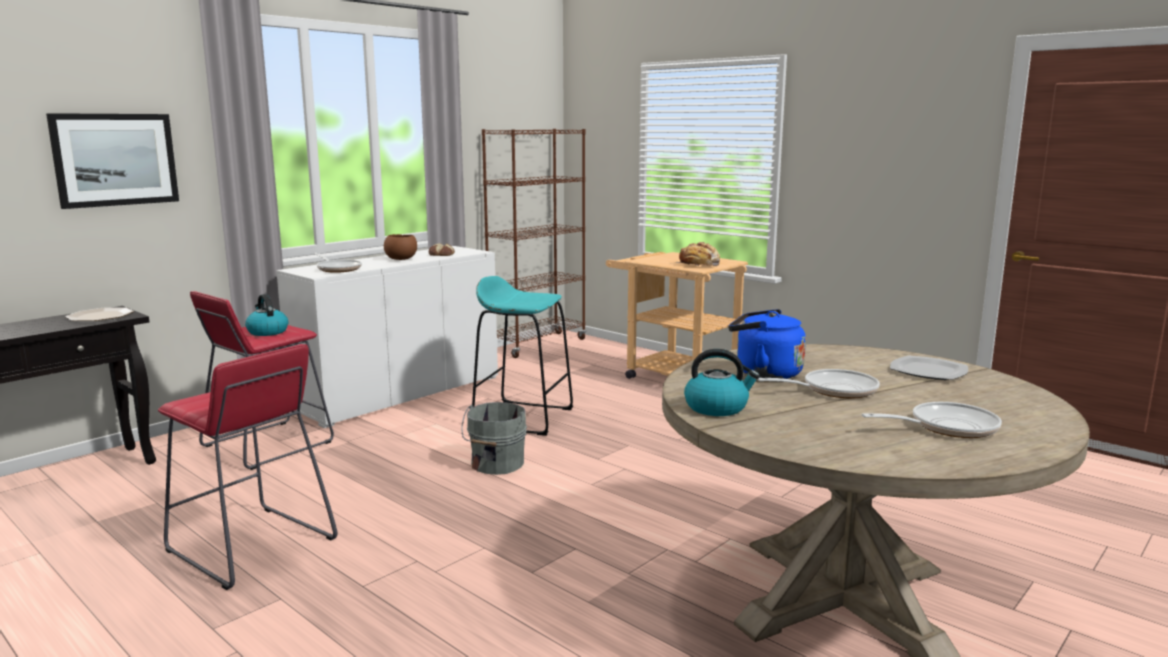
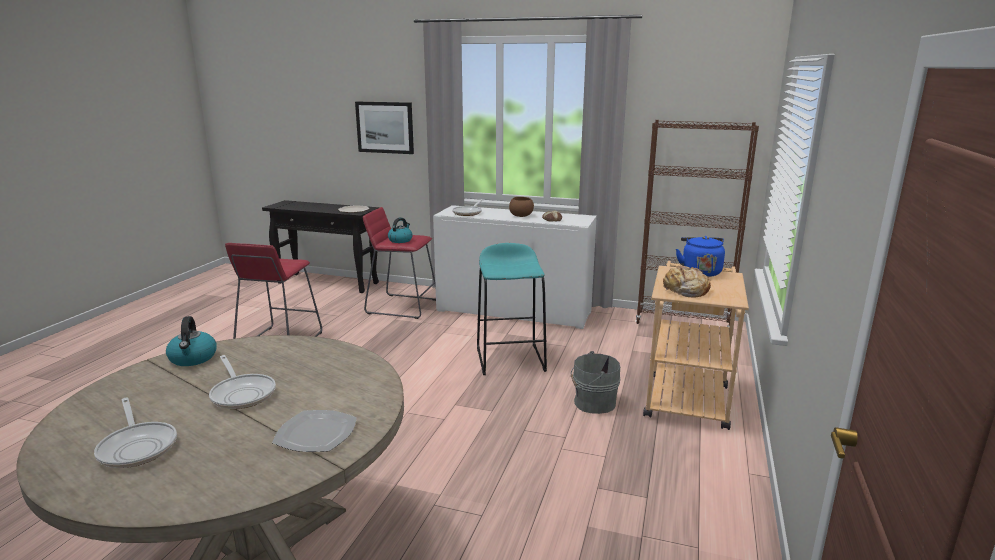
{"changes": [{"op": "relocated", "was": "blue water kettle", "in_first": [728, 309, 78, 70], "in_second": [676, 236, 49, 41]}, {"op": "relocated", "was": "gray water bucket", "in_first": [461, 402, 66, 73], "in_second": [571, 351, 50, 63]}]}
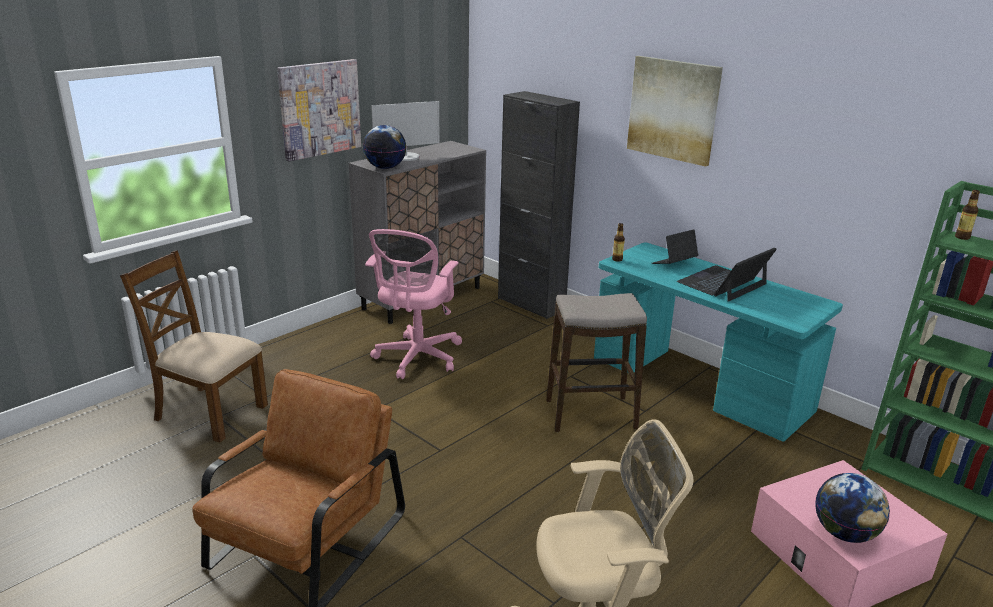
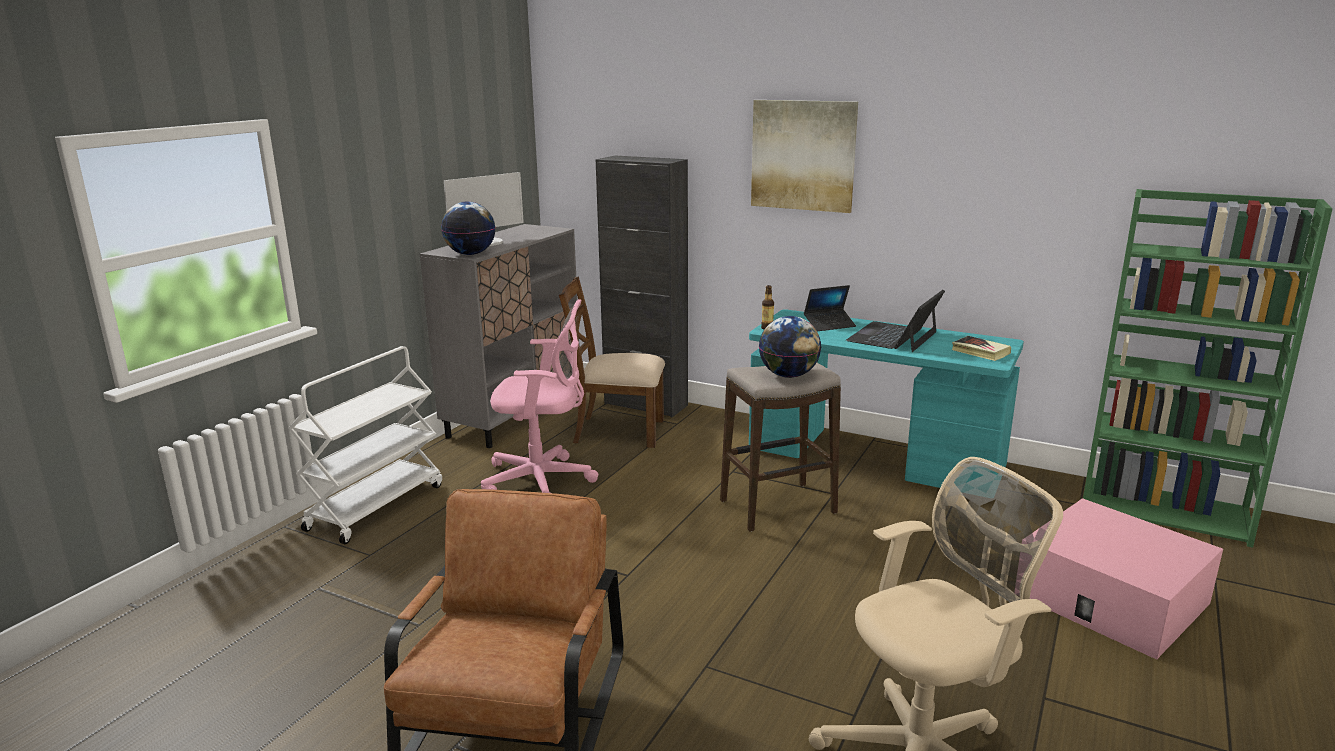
{"changes": [{"op": "missing", "was": "picture", "in_first": [277, 59, 84, 102]}, {"op": "missing", "was": "drink bottle", "in_first": [955, 190, 25, 50]}, {"op": "spun", "was": "pink-coloured office chair", "in_first": [365, 229, 97, 150], "in_second": [481, 299, 117, 194], "clockwise": -90}, {"op": "spun", "was": "notebook computer", "in_first": [652, 229, 47, 35], "in_second": [804, 285, 52, 46], "clockwise": -150}, {"op": "relocated", "was": "brownish plain chair", "in_first": [120, 250, 148, 192], "in_second": [559, 276, 106, 172]}, {"op": "relocated", "was": "desk globe", "in_first": [815, 473, 75, 70], "in_second": [759, 316, 62, 62]}, {"op": "appeared", "now": "bound book", "in_second": [952, 336, 59, 25]}, {"op": "appeared", "now": "white-coloured wheeled cart", "in_second": [288, 346, 154, 198]}]}
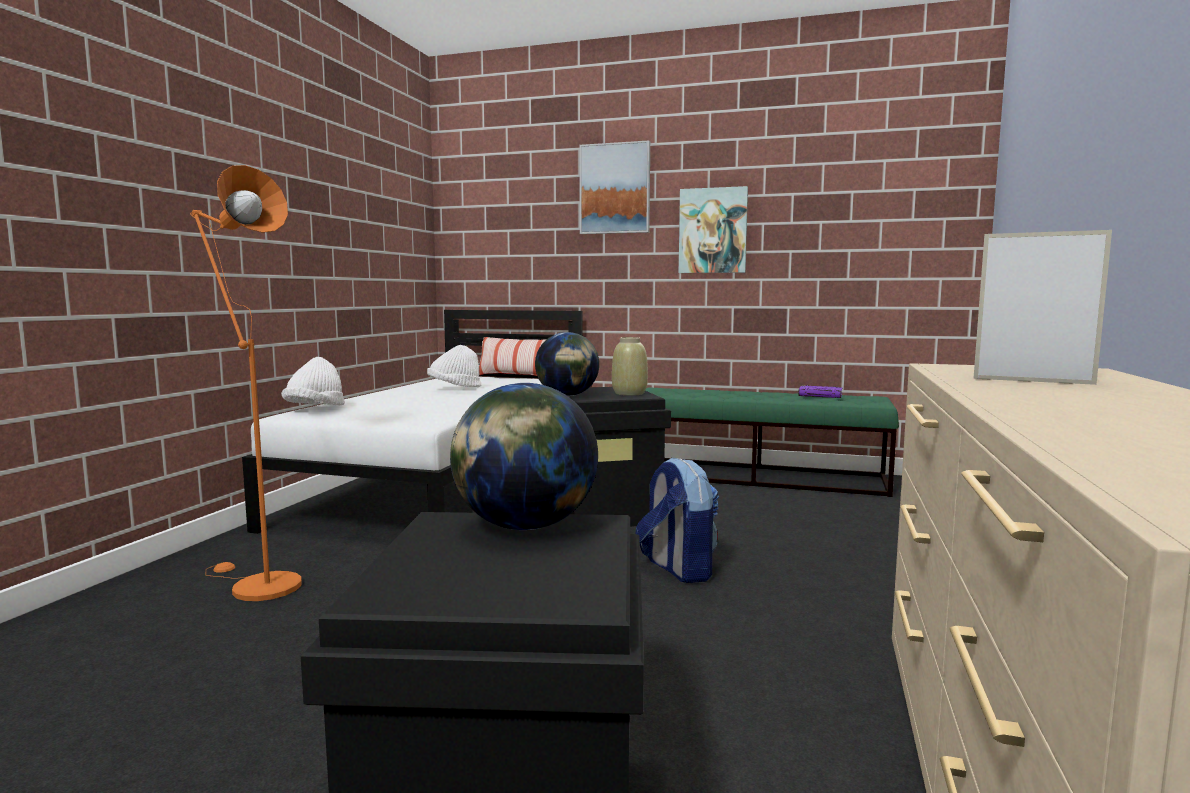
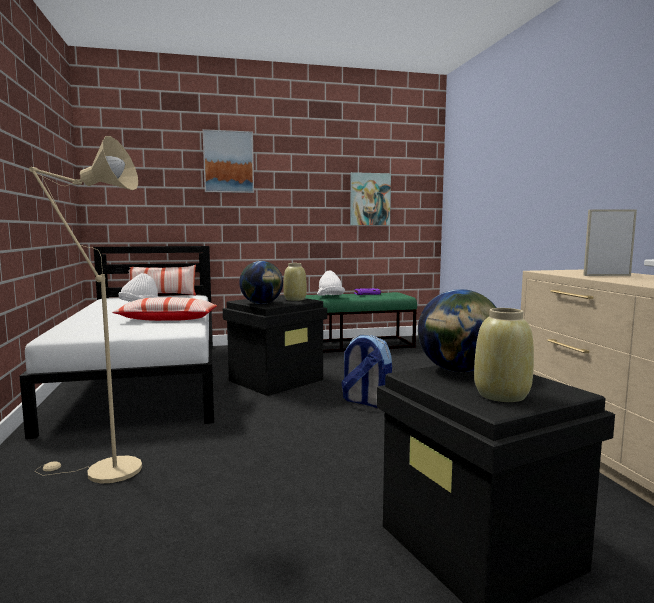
{"changes": [{"op": "colour", "was": "orange-coloured standard lamp", "now": "beige-coloured standard lamp", "in_first": [190, 165, 112, 436], "in_second": [29, 136, 113, 348]}, {"op": "relocated", "was": "picture", "in_first": [679, 186, 69, 87], "in_second": [350, 172, 41, 53]}, {"op": "relocated", "was": "white-coloured clothing hat", "in_first": [281, 357, 64, 48], "in_second": [317, 271, 28, 25]}, {"op": "appeared", "now": "cushion", "in_second": [112, 297, 105, 24]}, {"op": "appeared", "now": "beige-coloured flower vase", "in_second": [474, 308, 60, 94]}]}
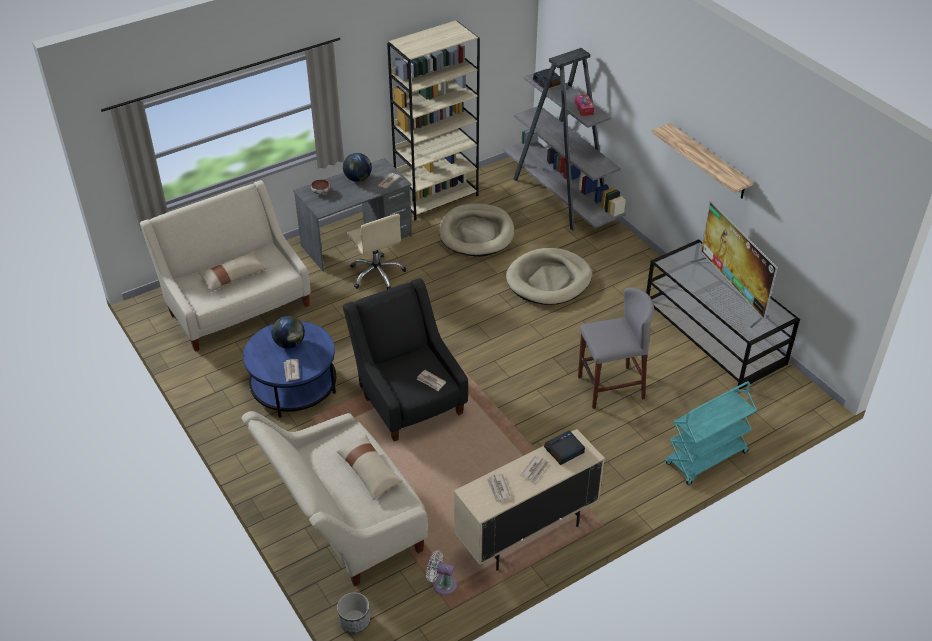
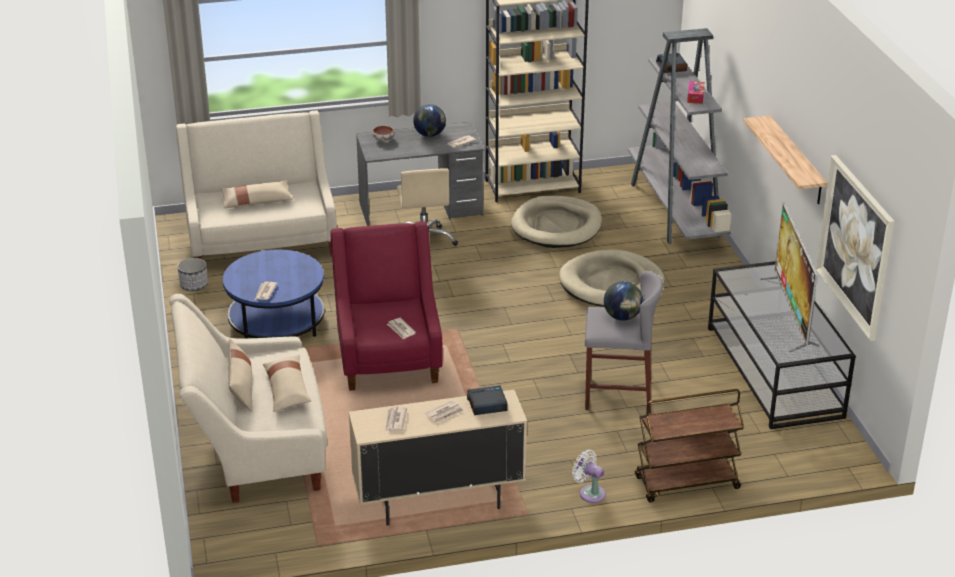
{"changes": [{"op": "colour", "was": "black-coloured lounge chair", "now": "red-coloured lounge chair", "in_first": [343, 278, 125, 163], "in_second": [331, 222, 112, 169]}, {"op": "relocated", "was": "desk globe", "in_first": [272, 316, 33, 33], "in_second": [604, 281, 39, 40]}, {"op": "colour", "was": "blue-green wheeled cart", "now": "brownish wheeled cart", "in_first": [665, 381, 92, 104], "in_second": [635, 389, 109, 113]}, {"op": "relocated", "was": "white-coloured cooling fan", "in_first": [426, 550, 31, 45], "in_second": [572, 450, 34, 53]}, {"op": "relocated", "was": "plant pot", "in_first": [337, 592, 33, 41], "in_second": [177, 258, 31, 33]}, {"op": "appeared", "now": "picture", "in_second": [815, 155, 80, 186]}, {"op": "appeared", "now": "beige-coloured cushion", "in_second": [229, 338, 23, 74]}]}
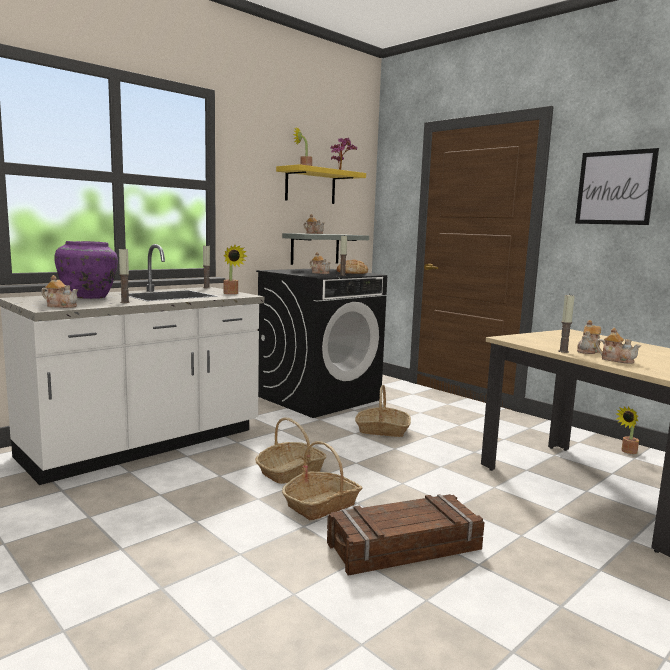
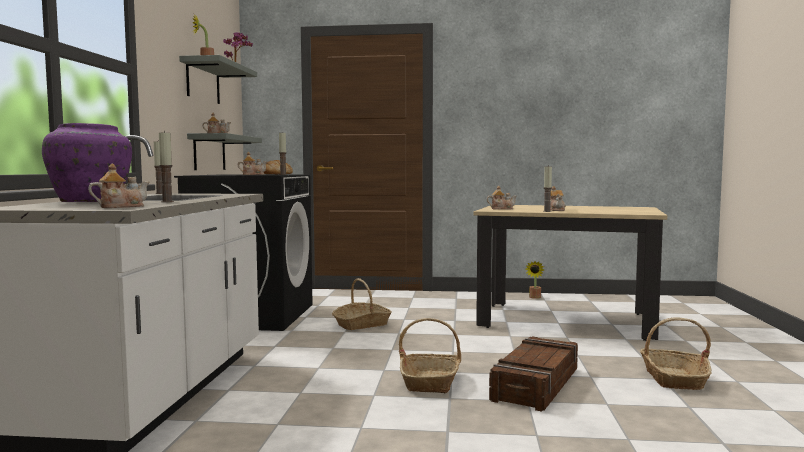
{"changes": [{"op": "missing", "was": "picture", "in_first": [575, 148, 84, 77]}, {"op": "colour", "was": "yellow-coloured wall shelf", "now": "gray wall shelf", "in_first": [276, 164, 90, 40], "in_second": [179, 55, 78, 49]}, {"op": "missing", "was": "houseplant", "in_first": [223, 245, 24, 49]}, {"op": "relocated", "was": "tea pot", "in_first": [596, 327, 45, 37], "in_second": [487, 186, 30, 24]}, {"op": "relocated", "was": "storage basket", "in_first": [255, 417, 71, 67], "in_second": [640, 317, 72, 73]}]}
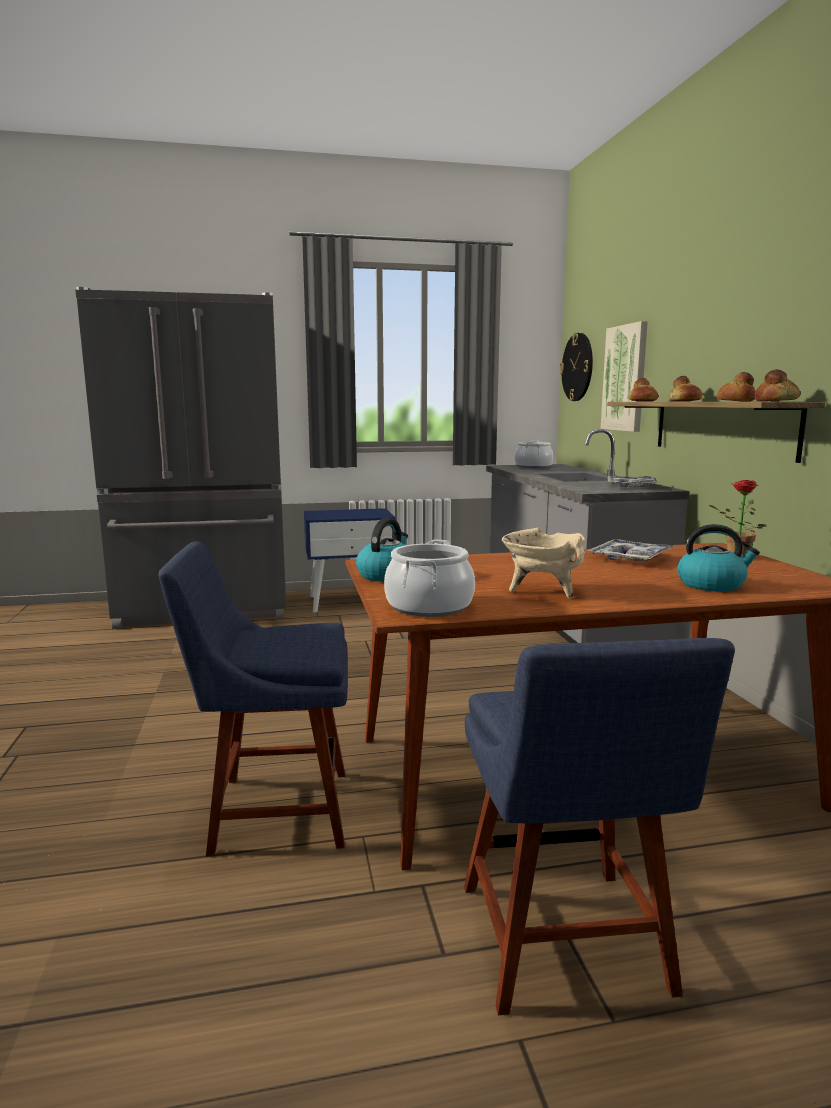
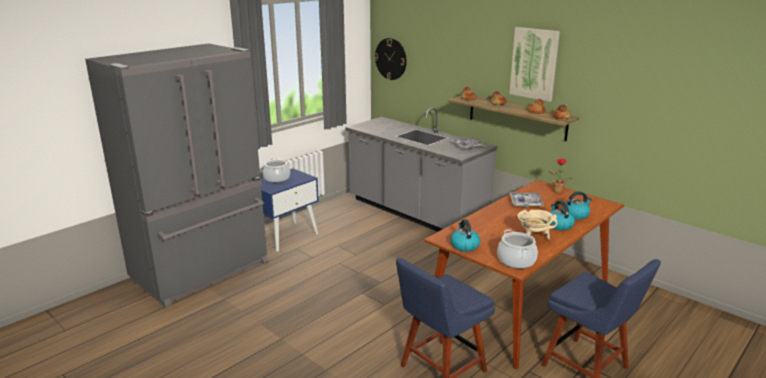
{"changes": [{"op": "relocated", "was": "picture", "in_first": [601, 321, 47, 111], "in_second": [509, 27, 51, 75]}, {"op": "relocated", "was": "stockpot", "in_first": [514, 441, 39, 27], "in_second": [263, 158, 27, 25]}, {"op": "appeared", "now": "water kettle", "in_second": [550, 200, 25, 30]}]}
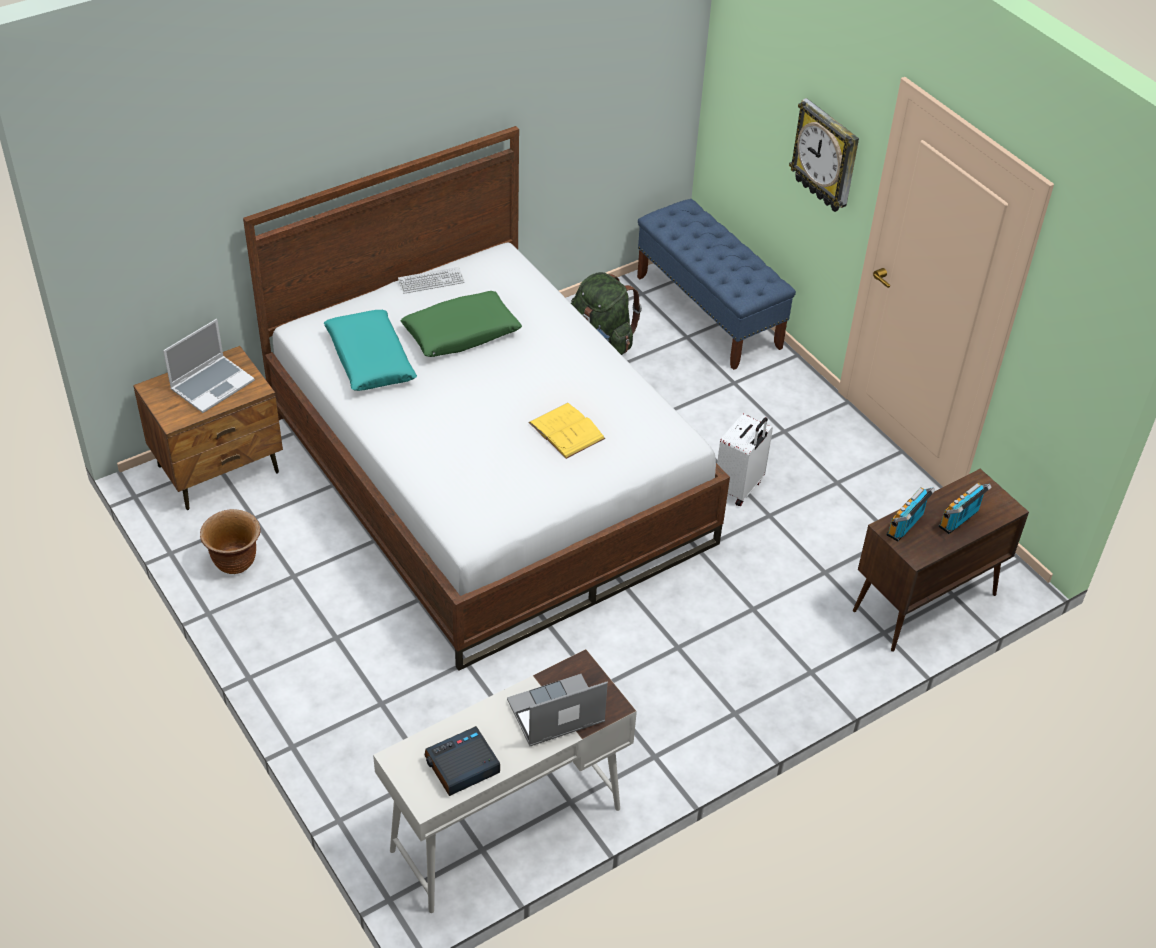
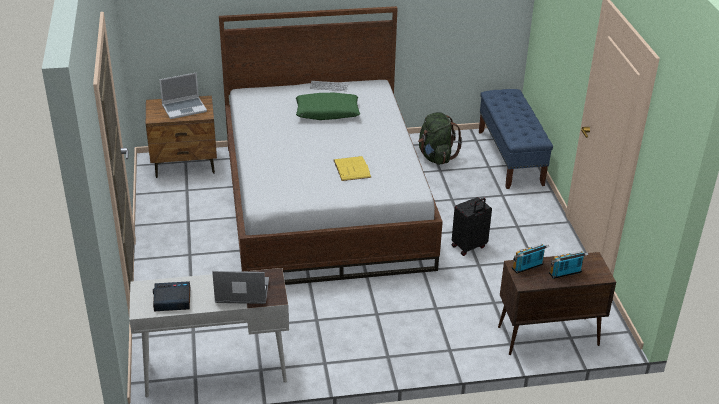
{"changes": [{"op": "missing", "was": "hanging clock", "in_first": [789, 98, 70, 114]}, {"op": "missing", "was": "blue-green cushion", "in_first": [324, 310, 93, 81]}, {"op": "colour", "was": "white-coloured piece of luggage", "now": "black-coloured piece of luggage", "in_first": [717, 413, 56, 93], "in_second": [452, 197, 40, 59]}, {"op": "missing", "was": "brownish plant pot", "in_first": [200, 509, 60, 65]}]}
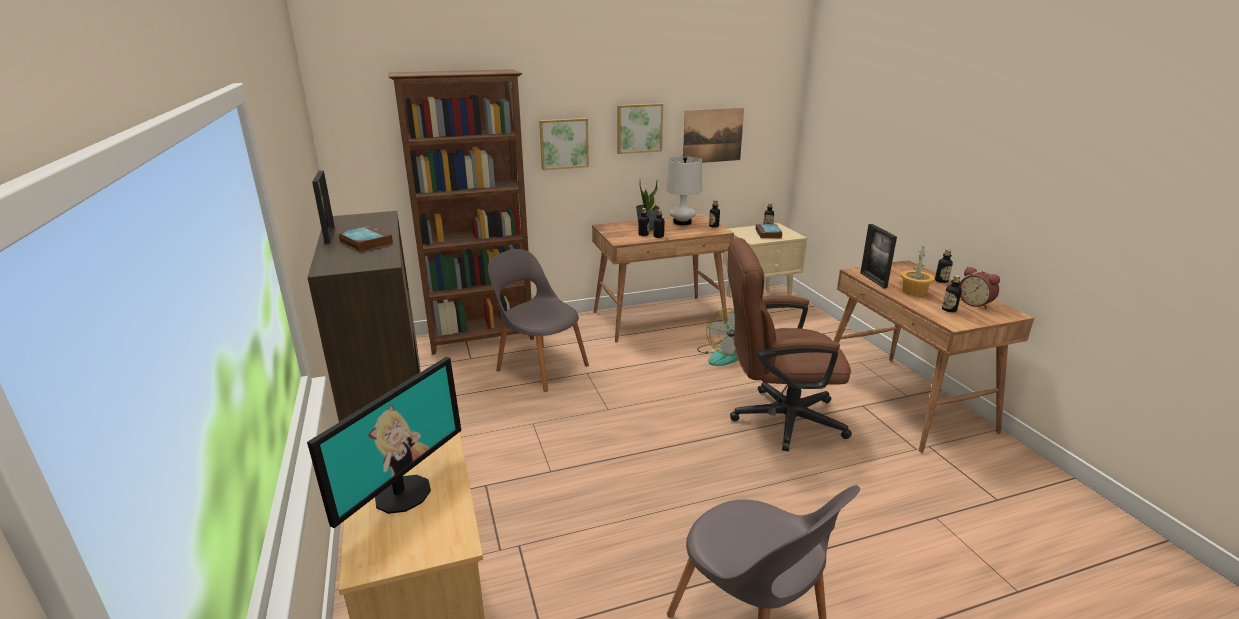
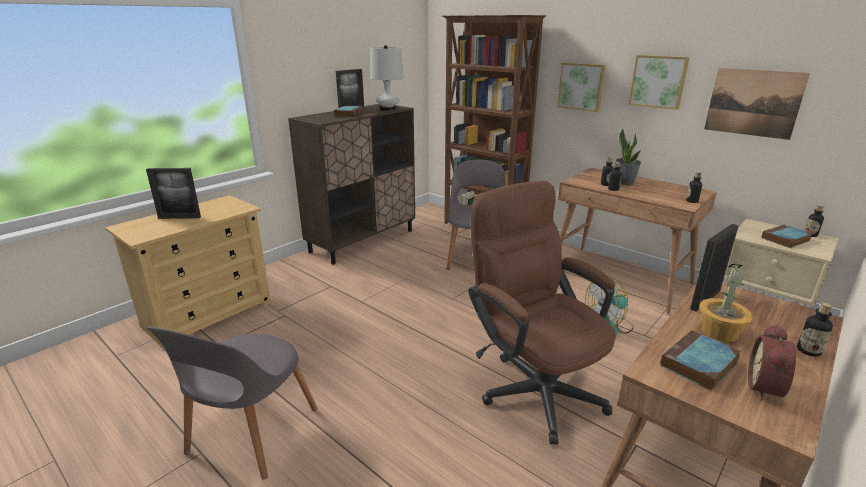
{"changes": [{"op": "relocated", "was": "white-coloured tabletop lamp", "in_first": [666, 156, 36, 69], "in_second": [370, 45, 34, 66]}, {"op": "exchanged", "was": "drink bottle", "now": "bound book", "in_first": [942, 275, 20, 37], "in_second": [660, 330, 81, 61]}, {"op": "exchanged", "was": "monitor", "now": "photo frame", "in_first": [307, 357, 154, 171], "in_second": [146, 168, 55, 51]}]}
